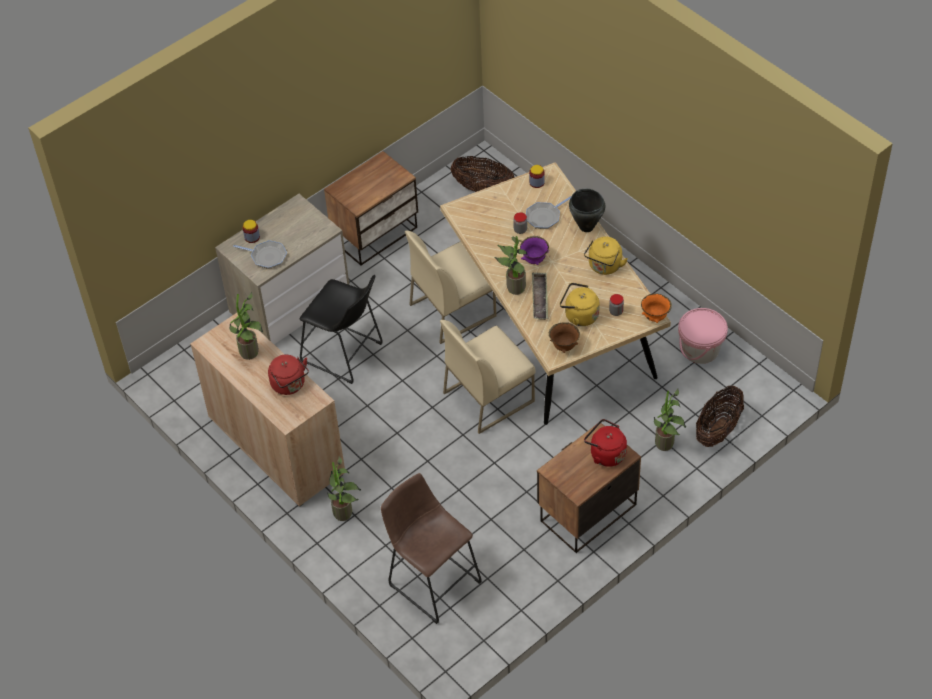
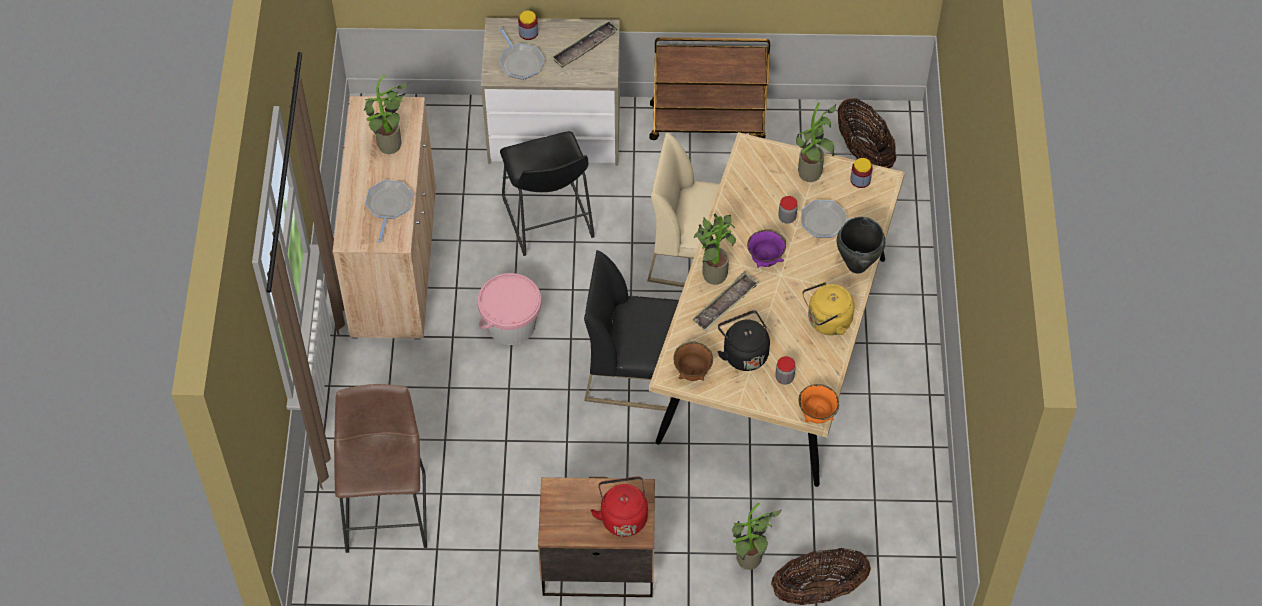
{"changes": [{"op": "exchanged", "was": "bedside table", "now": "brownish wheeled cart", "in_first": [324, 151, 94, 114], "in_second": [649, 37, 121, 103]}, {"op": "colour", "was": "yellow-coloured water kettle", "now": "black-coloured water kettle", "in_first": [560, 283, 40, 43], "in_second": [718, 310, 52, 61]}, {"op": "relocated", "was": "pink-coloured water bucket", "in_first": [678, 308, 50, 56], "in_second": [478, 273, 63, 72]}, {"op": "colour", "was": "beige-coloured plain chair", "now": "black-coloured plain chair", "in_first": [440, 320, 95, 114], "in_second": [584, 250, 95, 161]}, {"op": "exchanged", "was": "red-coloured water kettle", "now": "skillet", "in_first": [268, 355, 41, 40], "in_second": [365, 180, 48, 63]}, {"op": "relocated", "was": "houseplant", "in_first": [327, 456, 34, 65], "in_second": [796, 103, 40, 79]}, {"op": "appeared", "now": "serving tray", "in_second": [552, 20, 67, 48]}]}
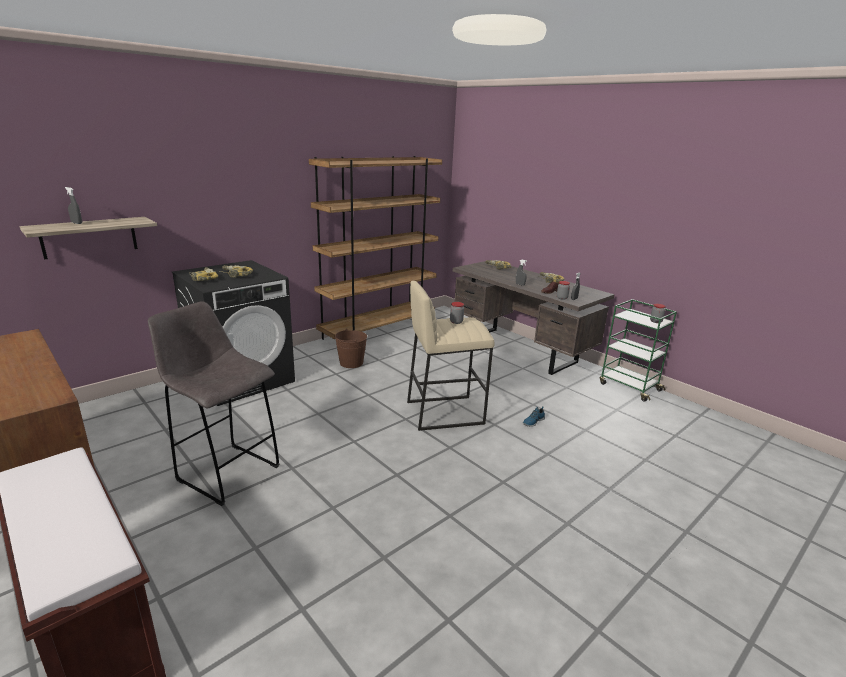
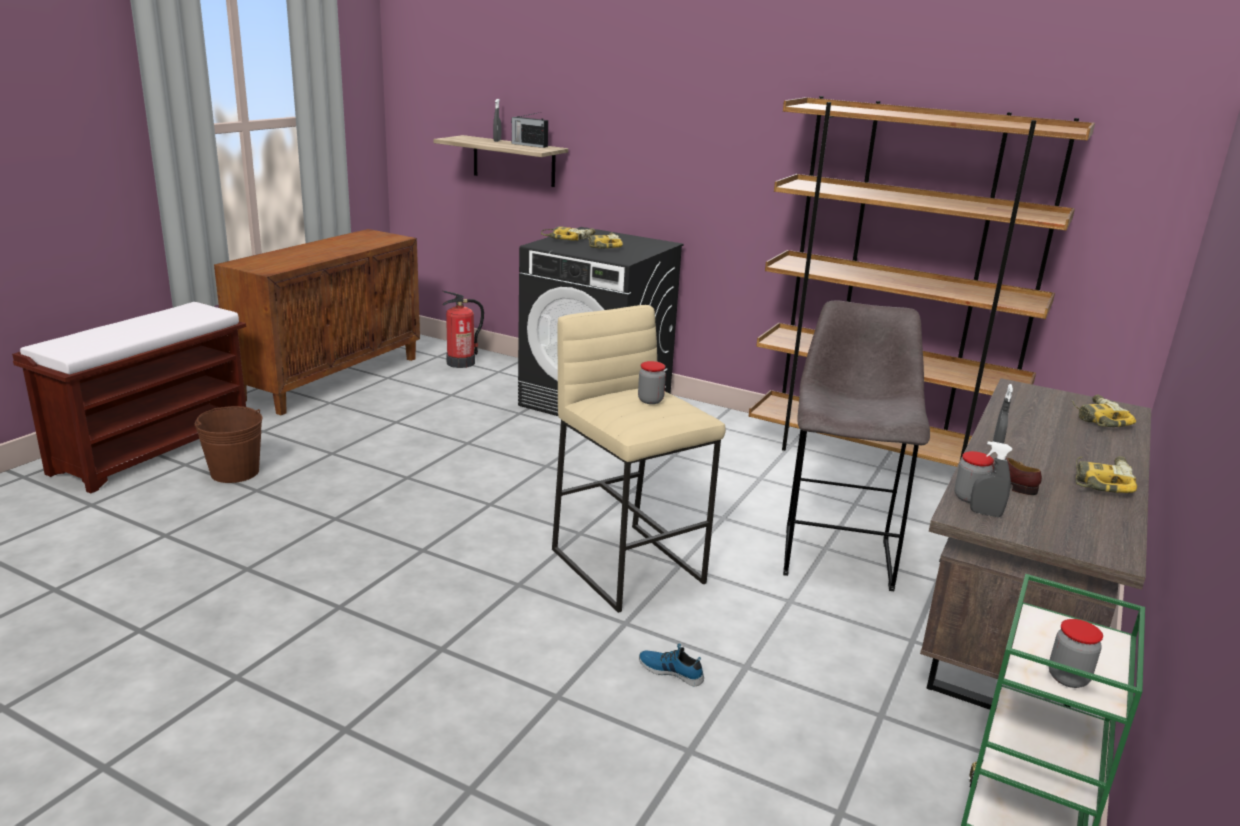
{"changes": [{"op": "relocated", "was": "gray stool seat", "in_first": [148, 301, 131, 205], "in_second": [783, 300, 147, 291]}, {"op": "relocated", "was": "brownish water bucket", "in_first": [335, 329, 32, 39], "in_second": [195, 406, 67, 77]}, {"op": "appeared", "now": "radio set", "in_second": [511, 113, 37, 35]}, {"op": "appeared", "now": "extinguisher", "in_second": [442, 291, 42, 77]}]}
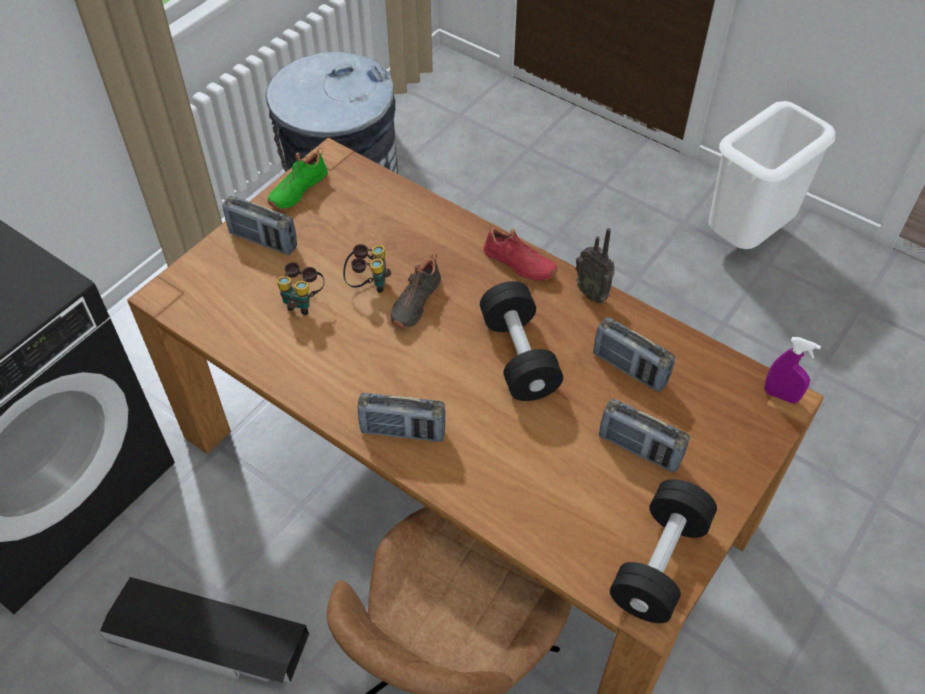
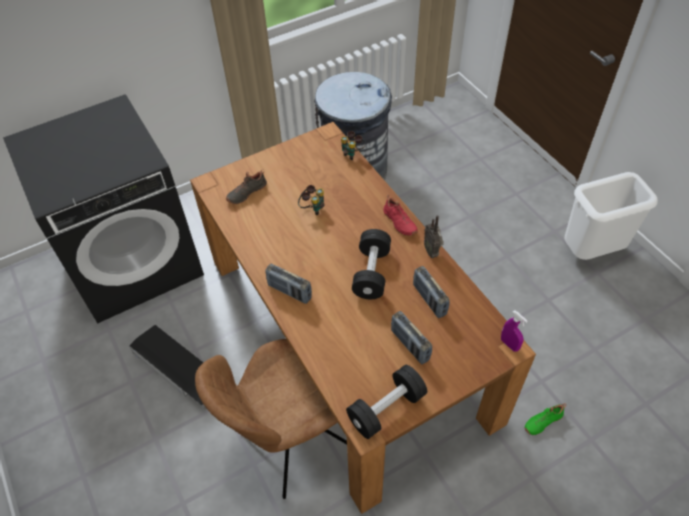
{"changes": [{"op": "relocated", "was": "greenish shoe", "in_first": [268, 148, 60, 61], "in_second": [525, 403, 41, 32]}, {"op": "missing", "was": "radio set", "in_first": [222, 196, 75, 59]}, {"op": "relocated", "was": "black-coloured shoe", "in_first": [391, 253, 50, 75], "in_second": [226, 169, 41, 35]}, {"op": "relocated", "was": "binoculars", "in_first": [277, 262, 47, 53], "in_second": [341, 131, 25, 29]}]}
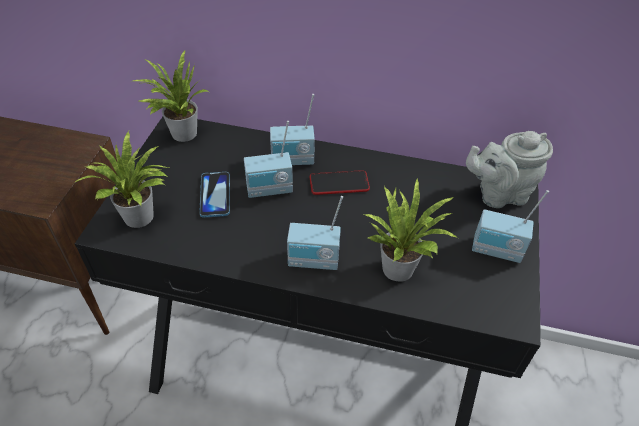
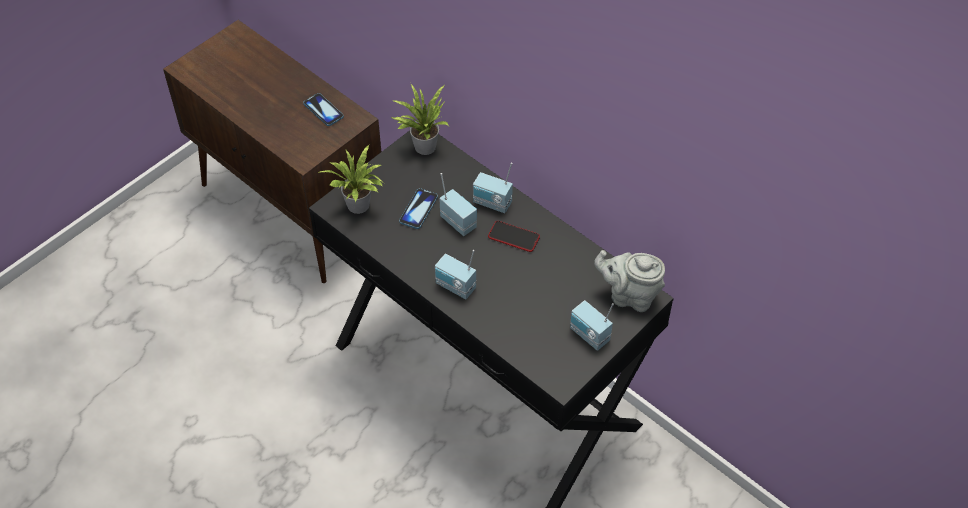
{"changes": [{"op": "spun", "was": "radio set", "in_first": [244, 121, 49, 77], "in_second": [439, 173, 38, 63], "clockwise": -150}, {"op": "missing", "was": "houseplant", "in_first": [365, 179, 93, 103]}, {"op": "appeared", "now": "handset", "in_second": [303, 93, 41, 33]}]}
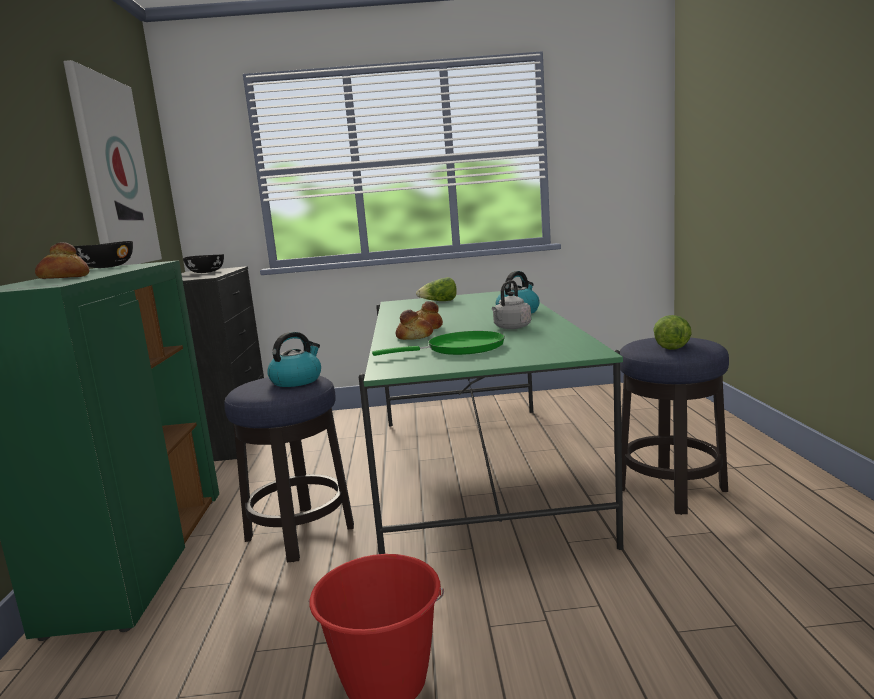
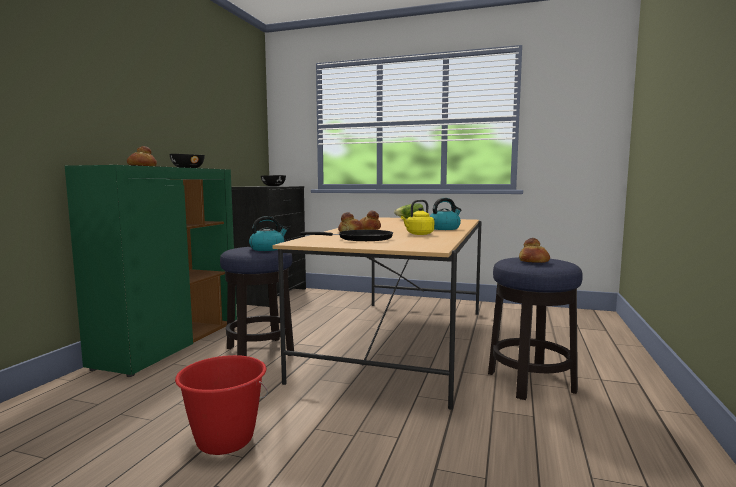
{"changes": [{"op": "missing", "was": "picture", "in_first": [63, 60, 99, 206]}, {"op": "colour", "was": "gray water kettle", "now": "yellow-coloured water kettle", "in_first": [492, 280, 39, 49], "in_second": [401, 200, 33, 35]}, {"op": "colour", "was": "greenish kitchen table", "now": "beige-coloured kitchen table", "in_first": [359, 291, 264, 263], "in_second": [273, 217, 208, 193]}, {"op": "exchanged", "was": "lettuce", "now": "bread", "in_first": [653, 315, 39, 35], "in_second": [519, 238, 31, 25]}, {"op": "colour", "was": "greenish skillet", "now": "black-coloured skillet", "in_first": [372, 331, 133, 25], "in_second": [300, 230, 93, 11]}]}
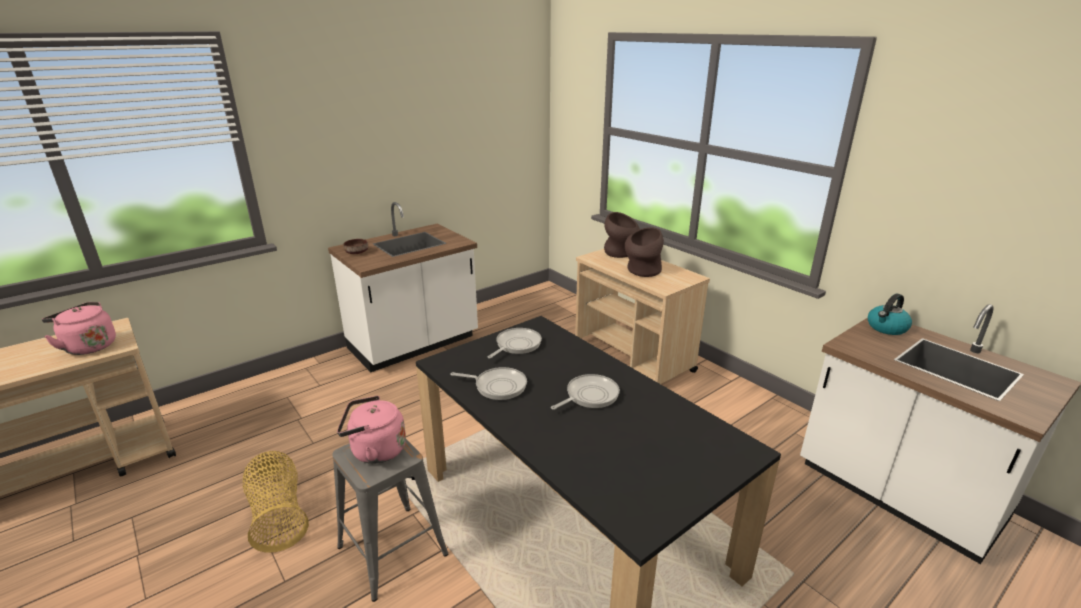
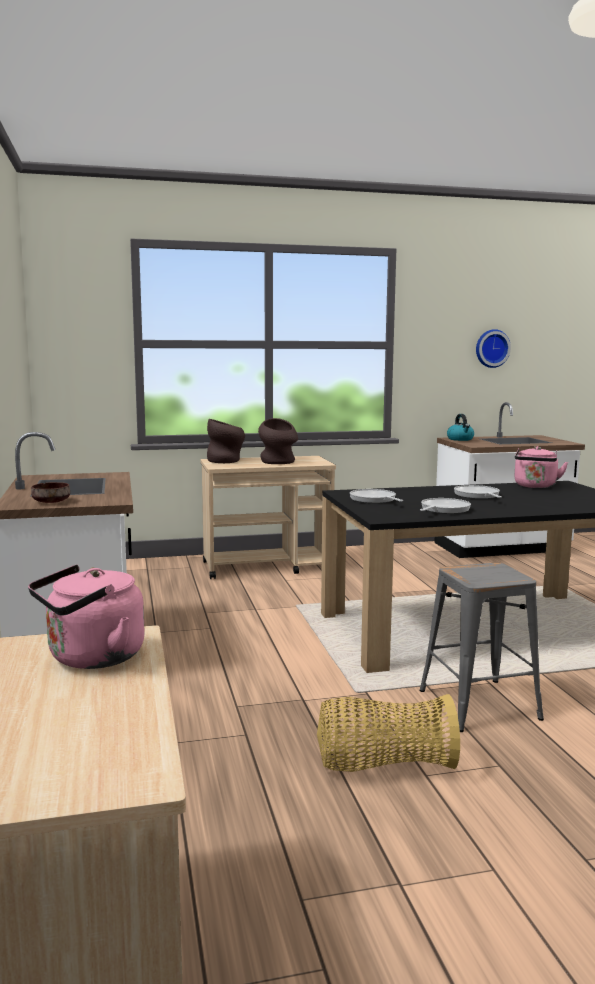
{"changes": [{"op": "relocated", "was": "pink-coloured water kettle", "in_first": [337, 396, 69, 68], "in_second": [514, 446, 54, 42]}, {"op": "appeared", "now": "hanging clock", "in_second": [476, 329, 35, 39]}]}
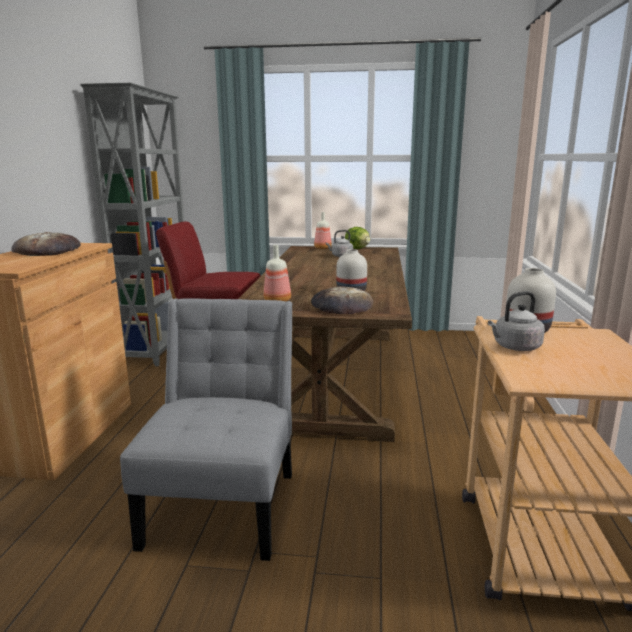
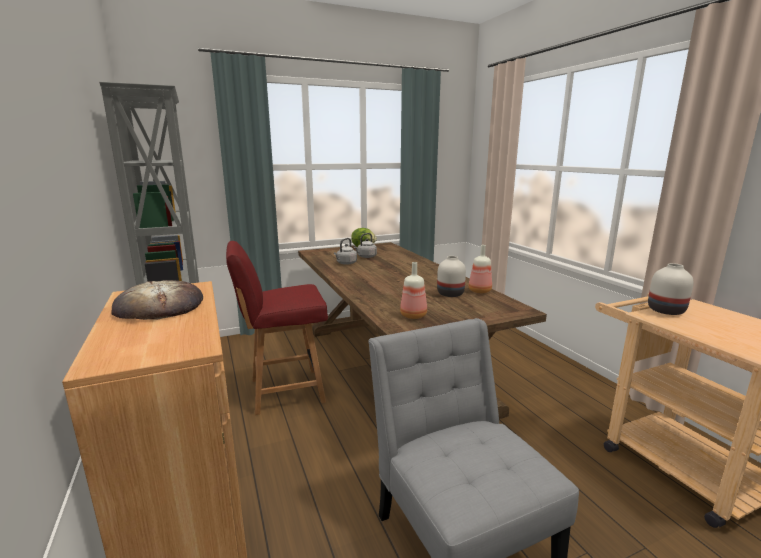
{"changes": [{"op": "relocated", "was": "drink bottle", "in_first": [314, 212, 18, 37], "in_second": [469, 245, 23, 48]}, {"op": "missing", "was": "bread", "in_first": [311, 286, 62, 28]}, {"op": "relocated", "was": "gray water kettle", "in_first": [488, 291, 57, 60], "in_second": [334, 238, 23, 27]}]}
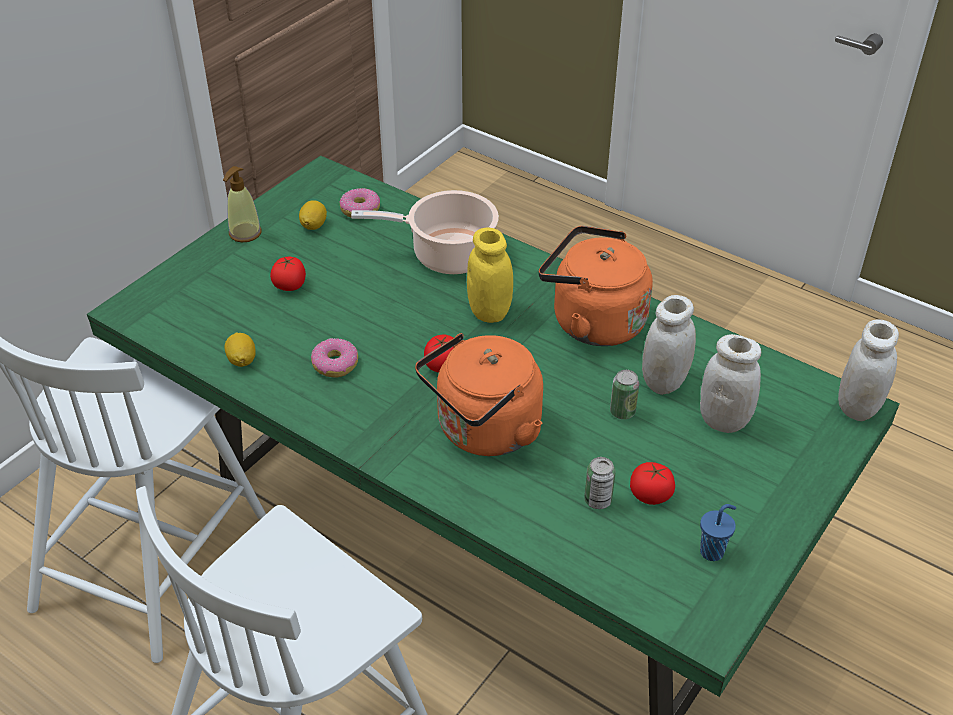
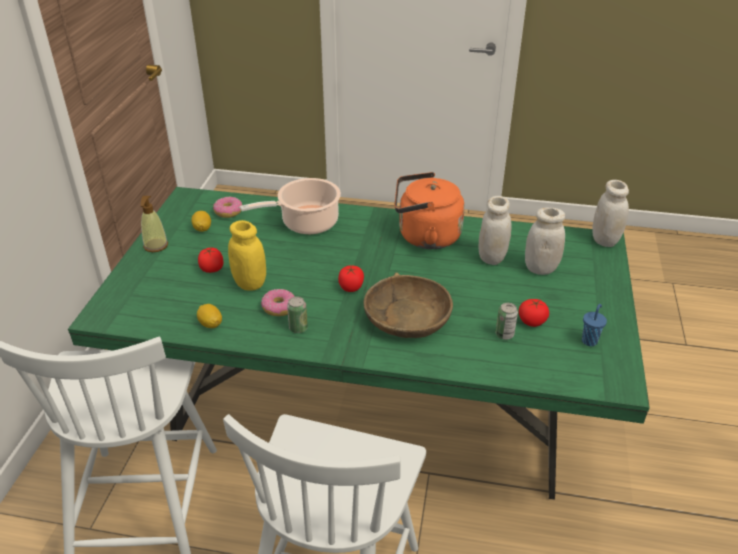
{"changes": [{"op": "relocated", "was": "yellow-coloured storage jar", "in_first": [467, 228, 46, 95], "in_second": [228, 220, 38, 71]}, {"op": "exchanged", "was": "orange-coloured water kettle", "now": "brownish serving bowl", "in_first": [415, 333, 128, 123], "in_second": [363, 272, 90, 66]}, {"op": "relocated", "was": "metal can", "in_first": [610, 370, 30, 49], "in_second": [287, 297, 21, 36]}]}
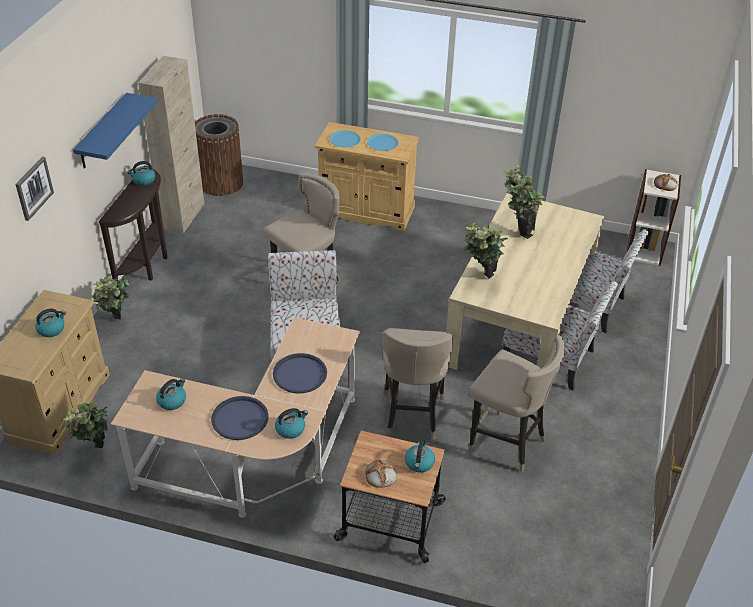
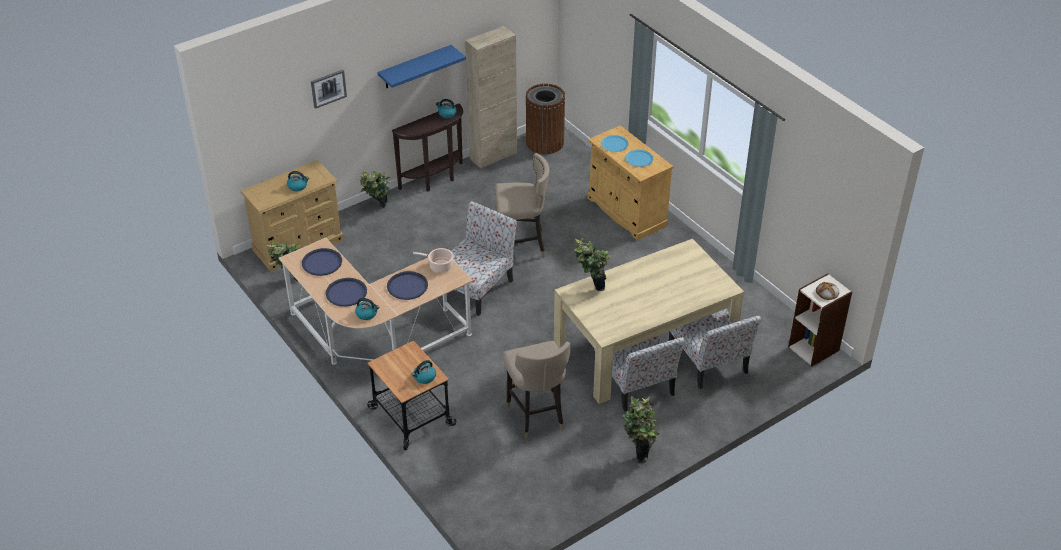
{"changes": [{"op": "relocated", "was": "houseplant", "in_first": [503, 164, 41, 75], "in_second": [622, 396, 38, 67]}, {"op": "missing", "was": "beige-coloured stool seat", "in_first": [382, 328, 71, 111]}, {"op": "exchanged", "was": "water kettle", "now": "blue serving tray", "in_first": [156, 379, 30, 31], "in_second": [302, 248, 40, 28]}, {"op": "missing", "was": "bread", "in_first": [365, 460, 32, 28]}, {"op": "appeared", "now": "stockpot", "in_second": [413, 248, 40, 24]}]}
